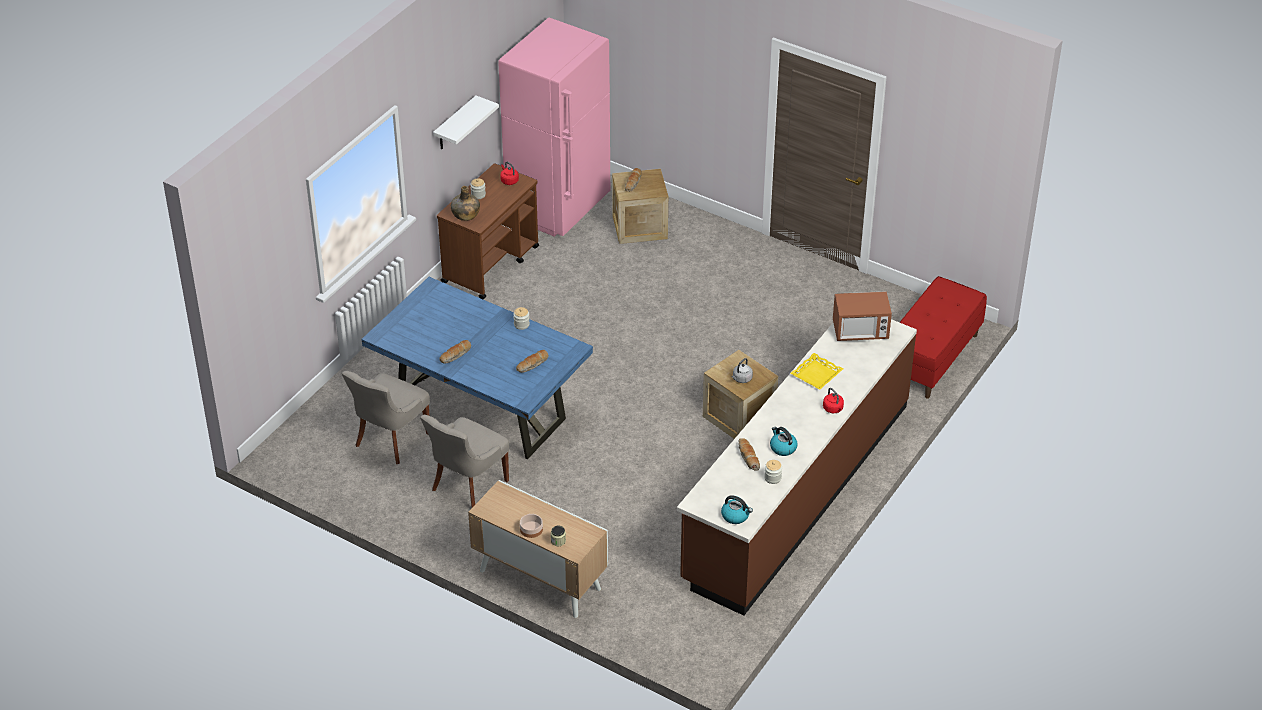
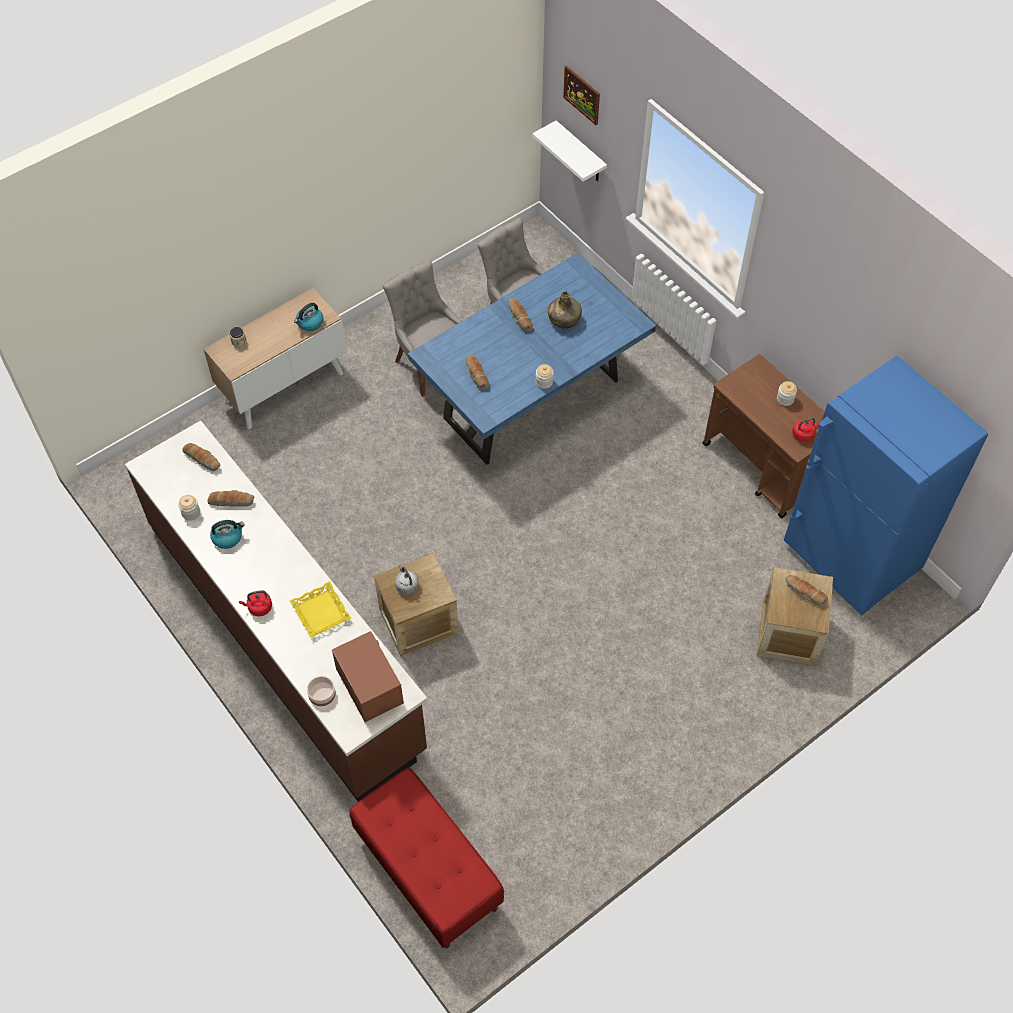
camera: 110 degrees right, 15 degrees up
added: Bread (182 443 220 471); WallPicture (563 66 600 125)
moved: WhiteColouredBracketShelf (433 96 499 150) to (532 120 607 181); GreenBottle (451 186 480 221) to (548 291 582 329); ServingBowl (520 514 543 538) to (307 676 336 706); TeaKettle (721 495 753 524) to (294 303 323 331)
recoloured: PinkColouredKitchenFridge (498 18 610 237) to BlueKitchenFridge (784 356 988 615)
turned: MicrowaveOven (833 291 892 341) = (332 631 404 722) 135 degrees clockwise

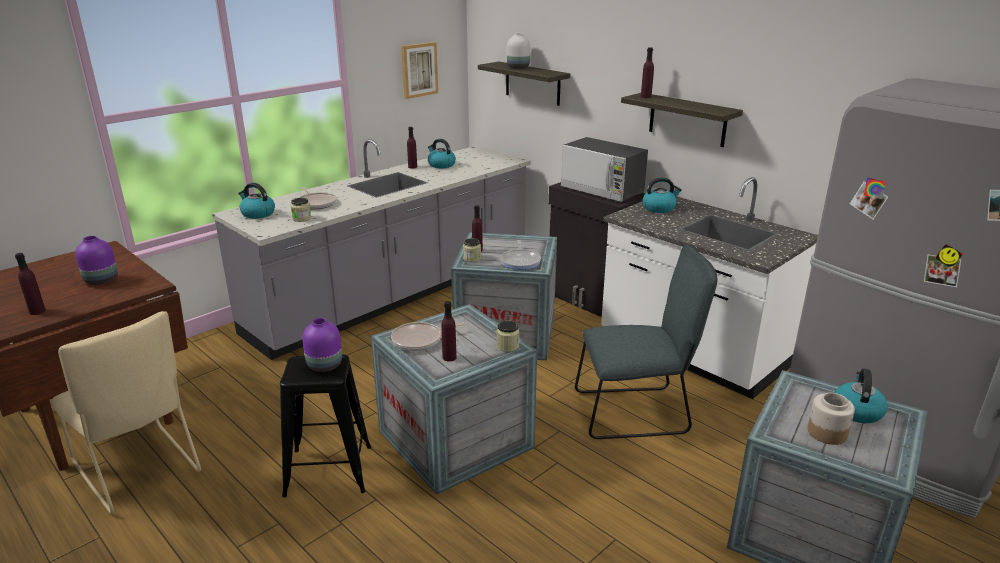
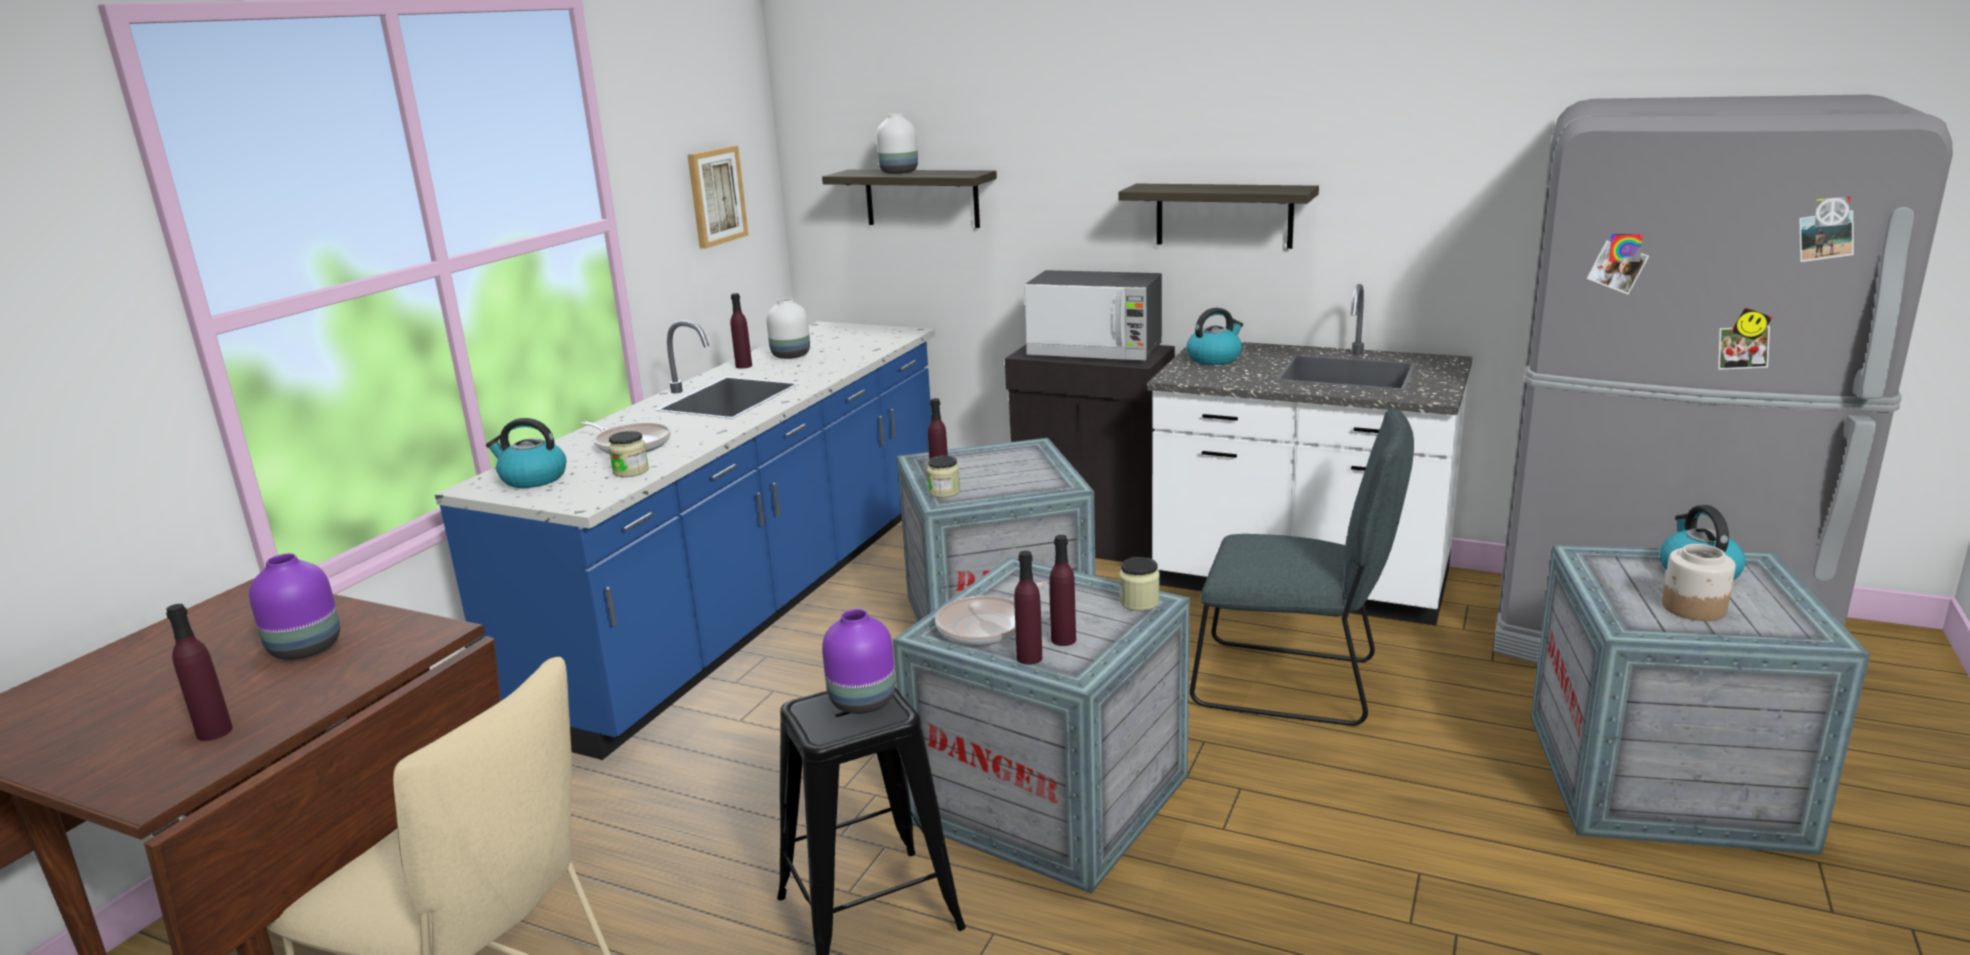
camera: 20 degrees left, 5 degrees down
removed: Pan (500 240 541 270)
moved: PurplishBottle (641 47 654 98) to (1014 551 1042 665)
replaced: TeaKettle (428 139 456 168) to WhiteColouredVase (767 298 810 359)
recoloured: GreyishCounter (212 139 531 360) to BlueCounter (435 320 935 760)
turned: GreyishUprightChair (575 245 718 439) = (1190 409 1414 726) 45 degrees clockwise

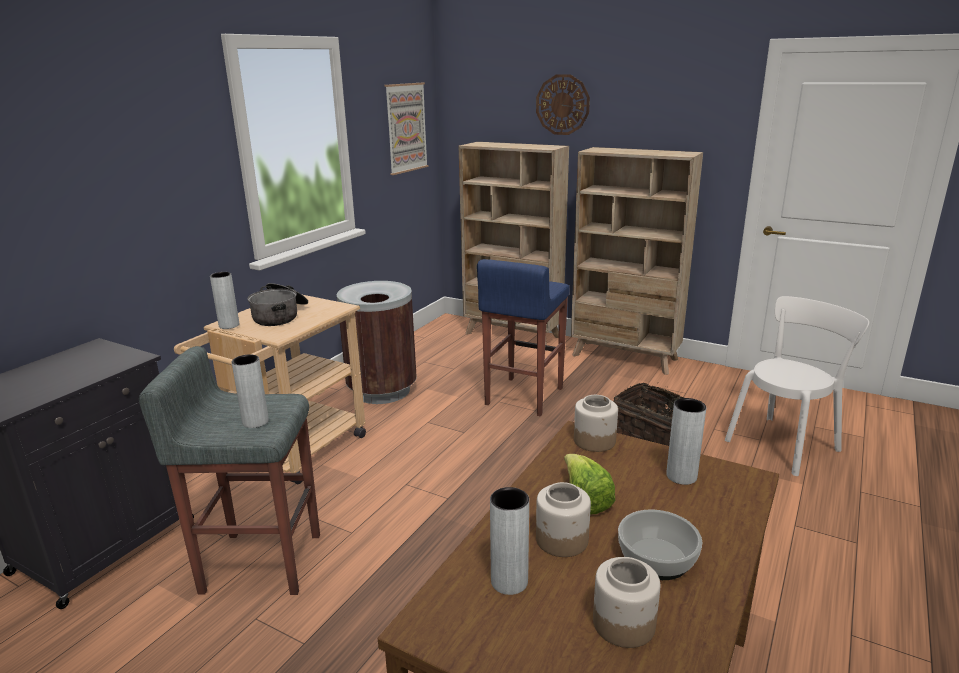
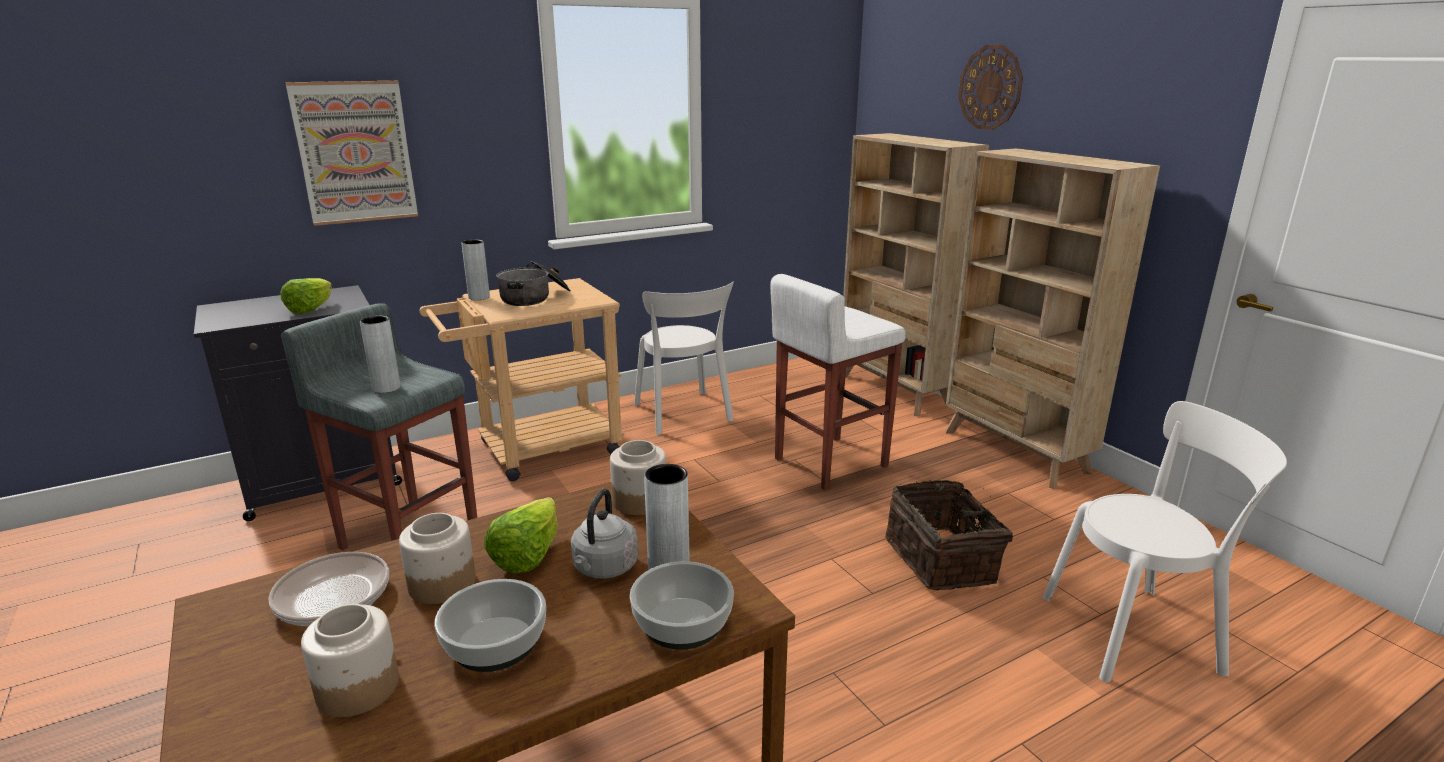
camera: 30 degrees right, 0 degrees up
added: LettuceHead (281 278 332 314); GreyishTeaKettle (571 488 639 579); ServingBowl (630 561 734 650)
moved: WallPicture (385 83 428 175) to (286 81 418 226)
replaced: BrownTrashCan (336 281 417 404) to WhiteColouredUprightChair (634 282 734 435); GreyishVase (490 487 529 595) to Pan (268 552 389 626)
recoloured: BlueStool (477 259 570 416) to WhiteColouredStool (770 274 906 490)

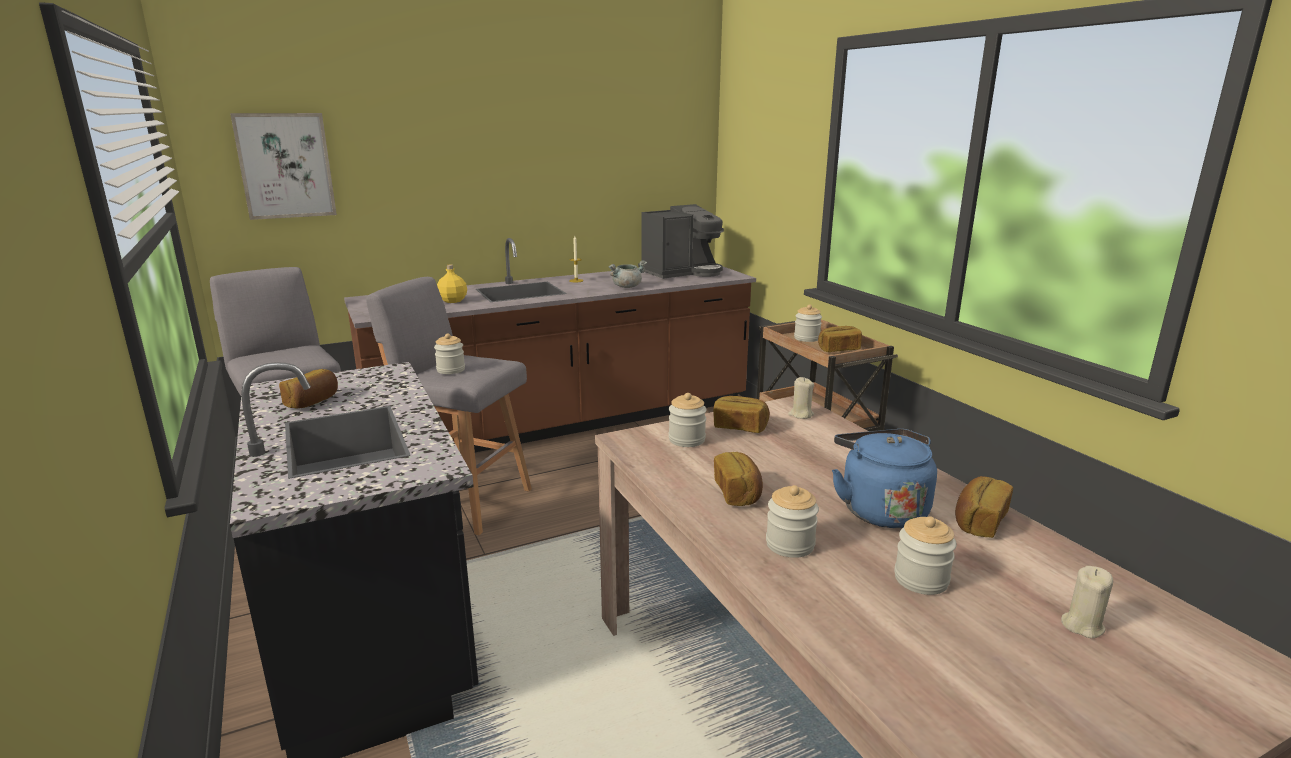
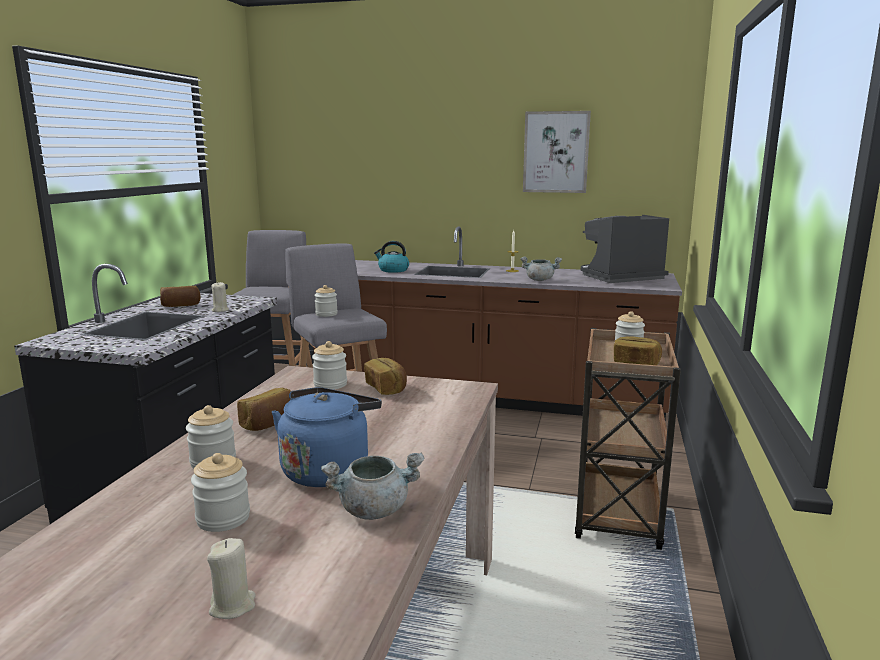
camera: 40 degrees right, 5 degrees down
moved: WallPicture (230 113 337 220) to (523 111 591 193); BeigeColouredCandle (788 377 814 419) to (212 282 229 312)
replaced: YellowColouredBottle (437 264 467 303) to TeaKettle (374 241 409 273); Bread (955 476 1013 538) to GreyishSaucepot (321 453 425 520)
turned: CoffeeBrewer (638 204 724 279) = (581 215 669 283) 150 degrees clockwise

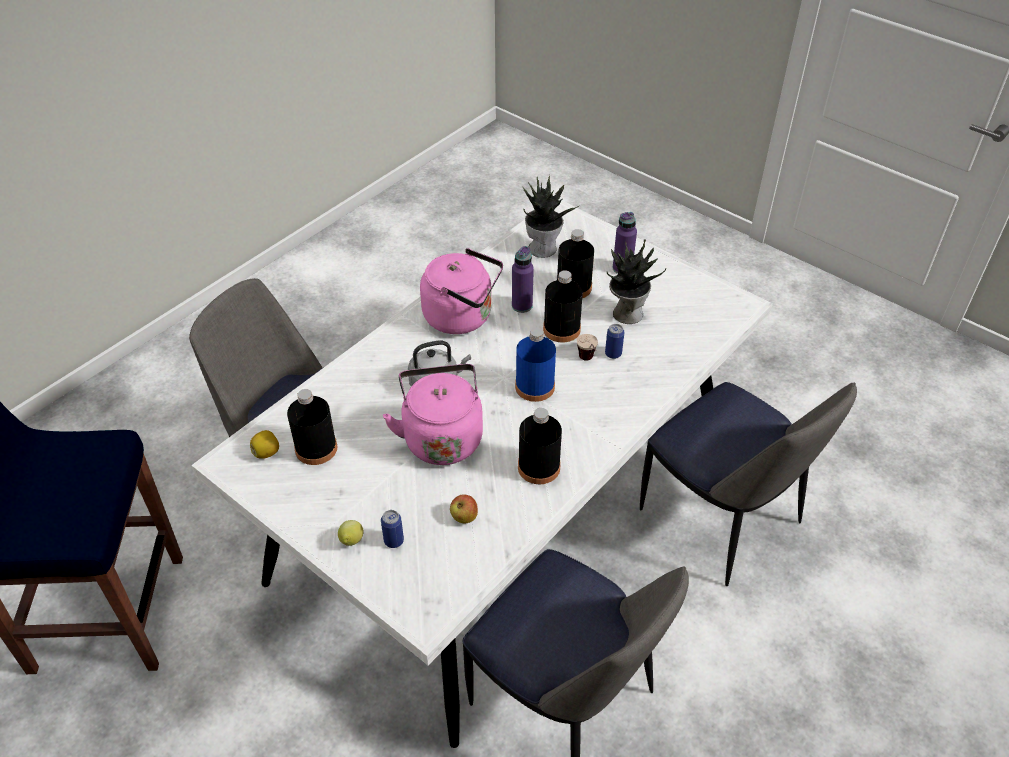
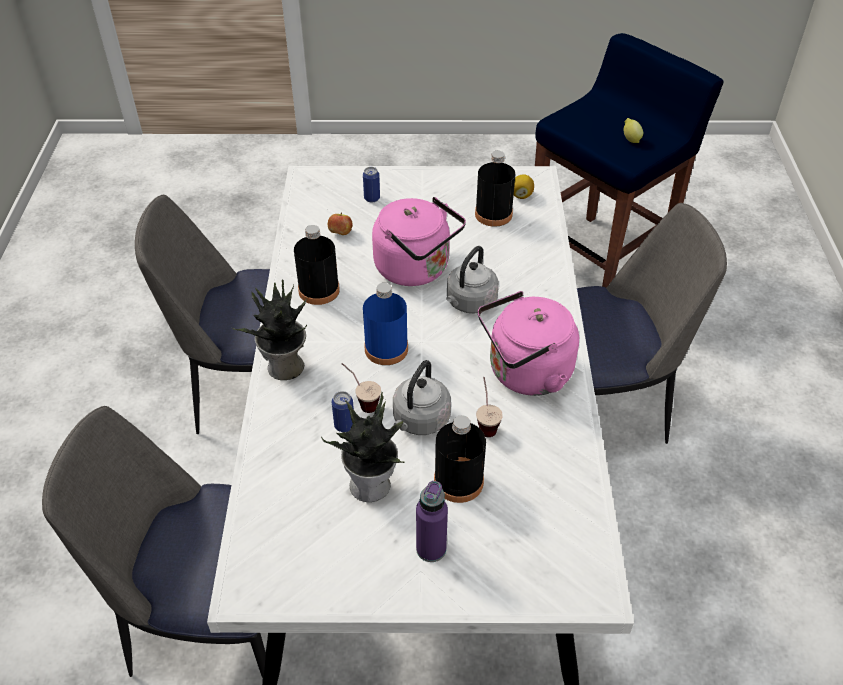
camera: 140 degrees right, 0 degrees up
moved: WholeLemon (338 520 363 546) to (624 118 643 143); Houseplant (522 175 579 258) to (232 280 307 380)
replaced: PurplishBottle (512 246 534 313) to Cup (476 377 503 437); BlackBottle (543 270 583 342) to GreyishTeaKettle (393 360 451 435)

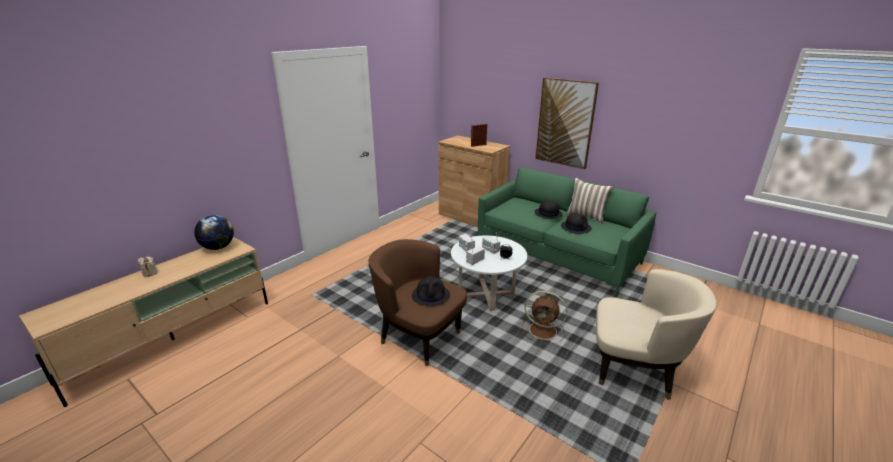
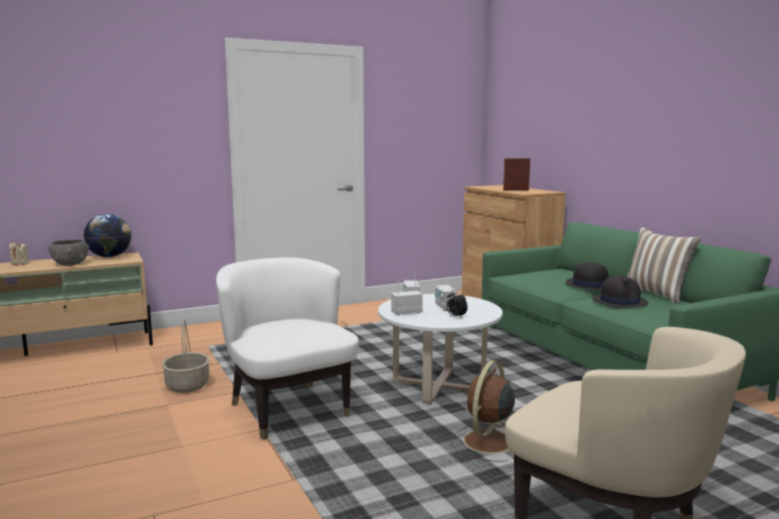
camera: 25 degrees right, 15 degrees down
removed: BlackClothingHat (412 276 450 306); WallPicture (535 77 599 169)
added: GreyishServingBowl (48 240 89 266); Basket (162 319 210 393)
recoloured: BrownEasyChair (368 239 467 366) to WhiteColouredEasyChair (216 257 359 440)
turned: BrownElectricFan (523 291 567 344) = (451 360 515 462) 75 degrees clockwise

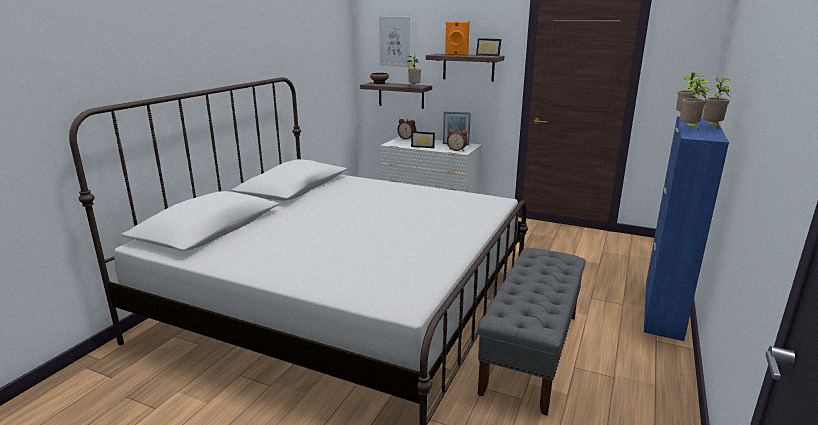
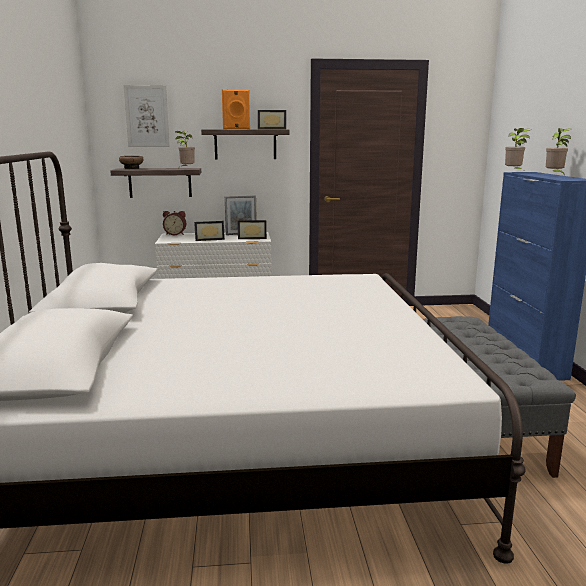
camera: 30 degrees left, 5 degrees down
removed: Houseplant (680 78 709 131)
replaced: AlarmClock (447 129 468 151) to StandingFrame (238 220 267 239)

